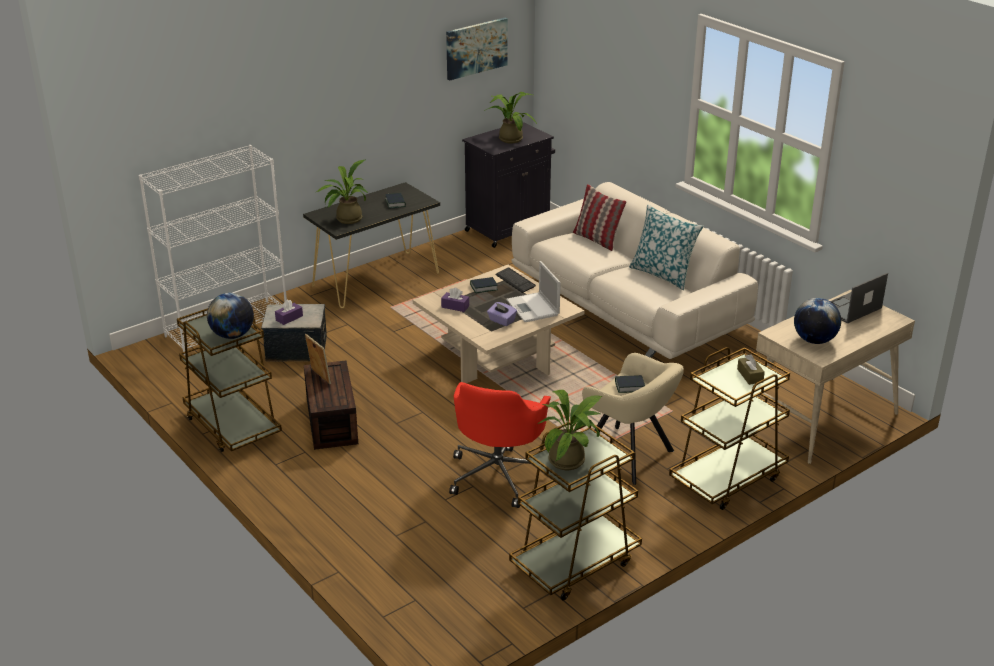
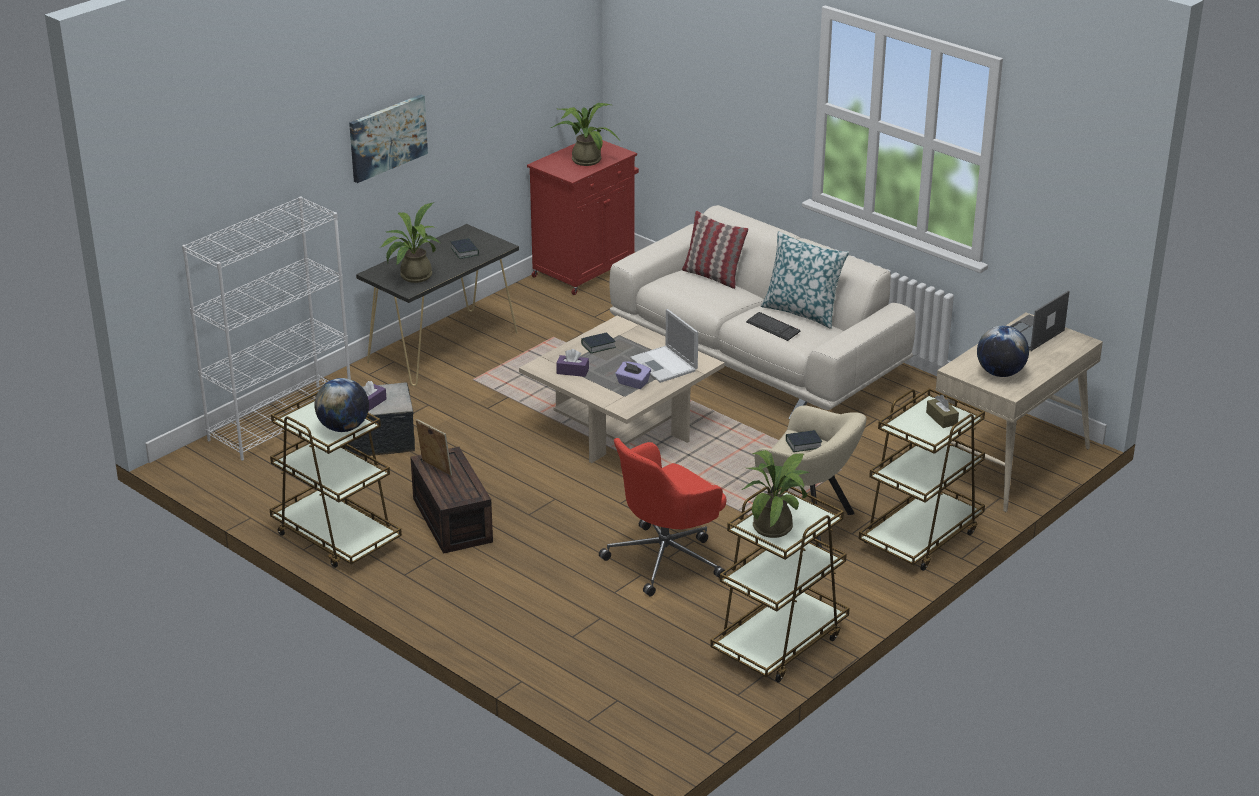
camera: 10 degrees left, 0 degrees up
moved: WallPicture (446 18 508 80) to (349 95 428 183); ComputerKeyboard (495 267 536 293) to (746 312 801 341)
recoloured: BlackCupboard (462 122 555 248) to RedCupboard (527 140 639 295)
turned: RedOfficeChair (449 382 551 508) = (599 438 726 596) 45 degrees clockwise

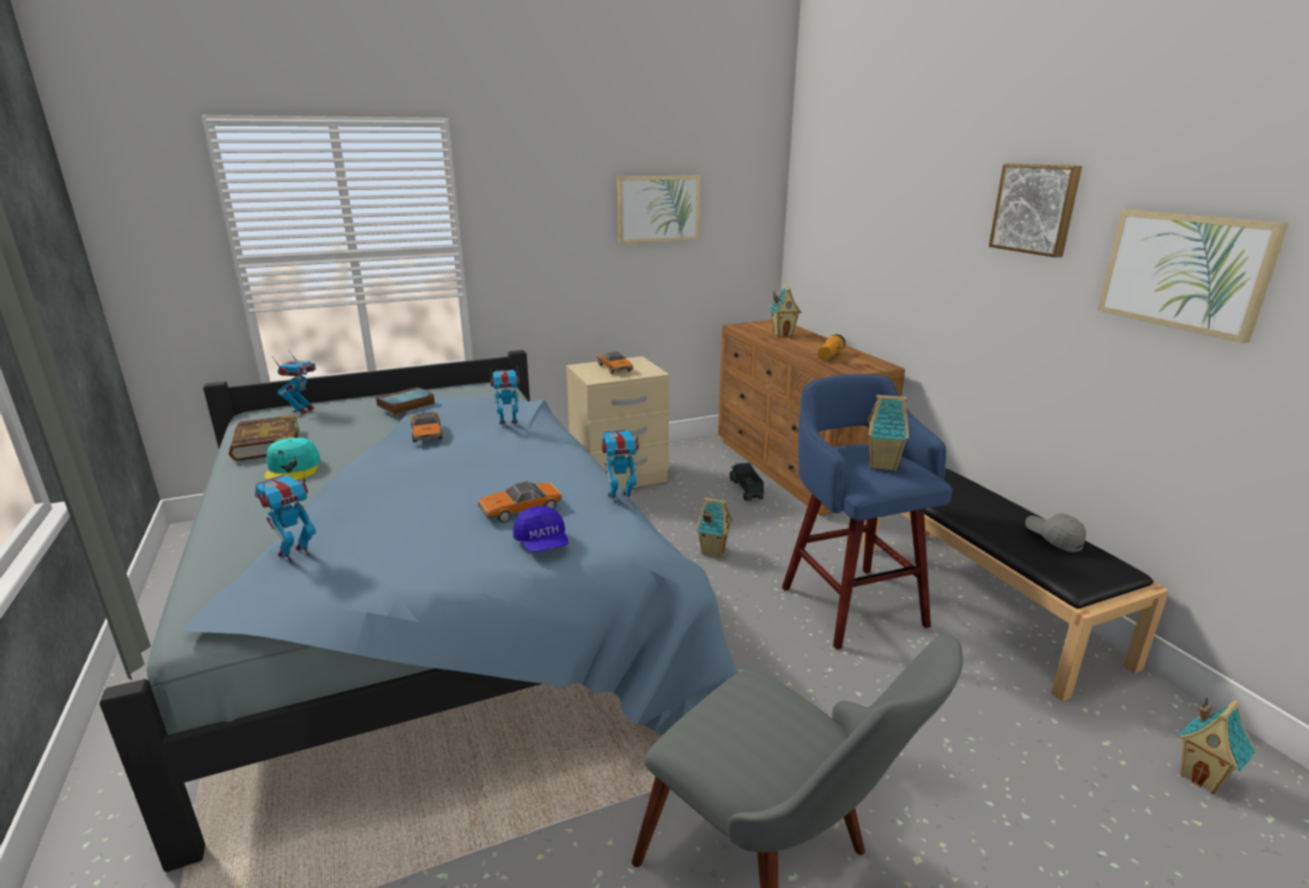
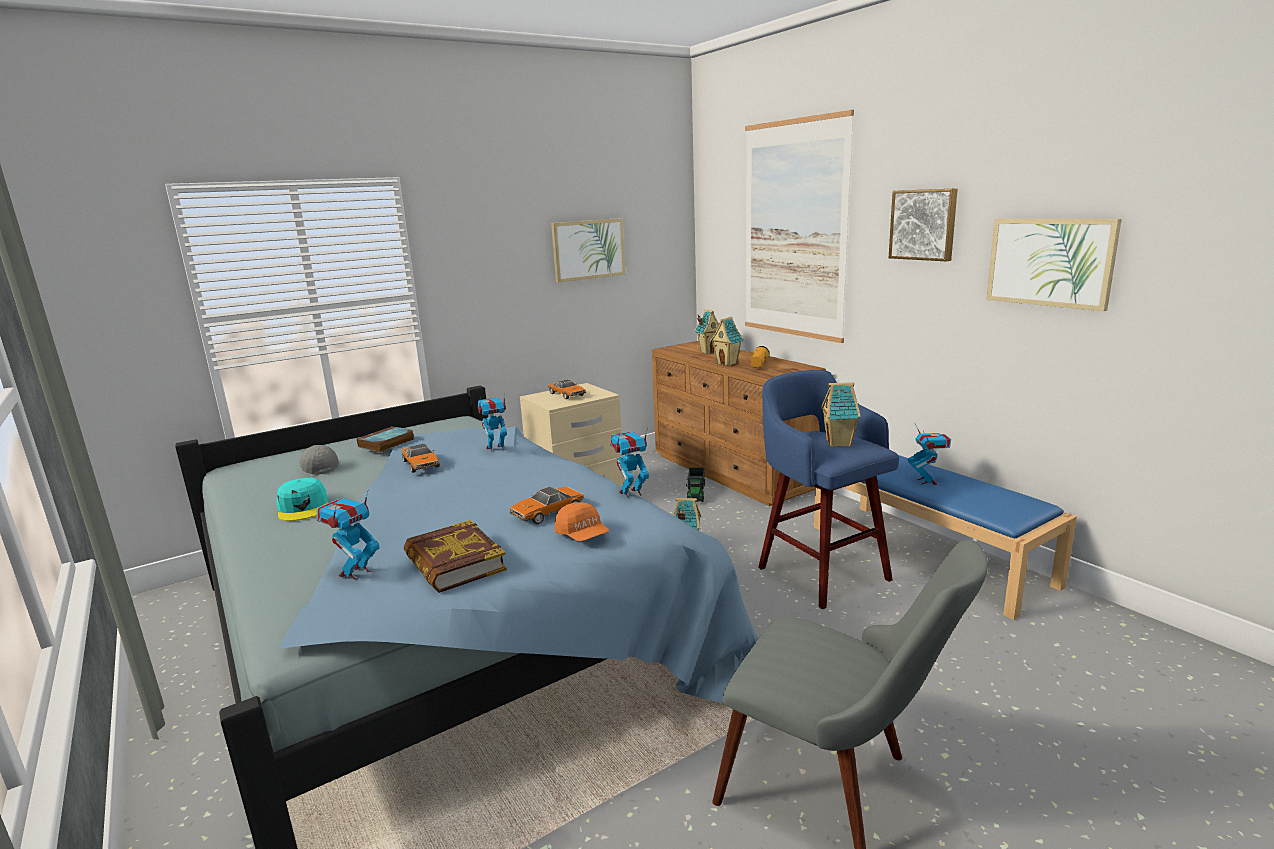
camera: 10 degrees left, 5 degrees down
added: WallPicture (745 110 854 343)
moved: BoundBook (229 414 299 461) to (404 520 507 593); RobotFigure (272 349 316 414) to (908 424 951 485); GreyishBaseballCap (1025 513 1086 552) to (298 445 339 475); MiniatureHouse (1178 697 1255 794) to (710 317 744 366)
recoloured: BlueBaseballCap (513 506 569 552) to OrangeyBaseballCap (555 502 609 541); BlackBench (862 468 1169 701) to BlueBench (814 455 1077 620)
turned: ModelTruck (730 463 764 501) = (686 467 705 502) 150 degrees counterclockwise

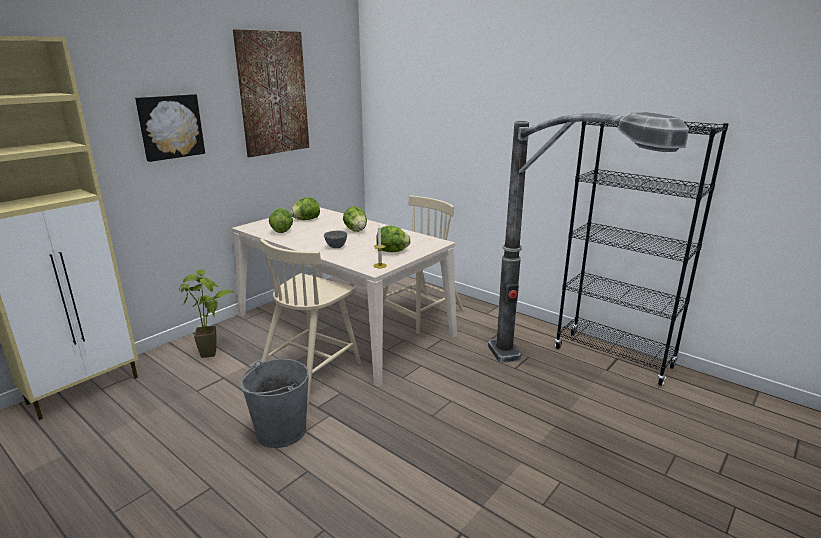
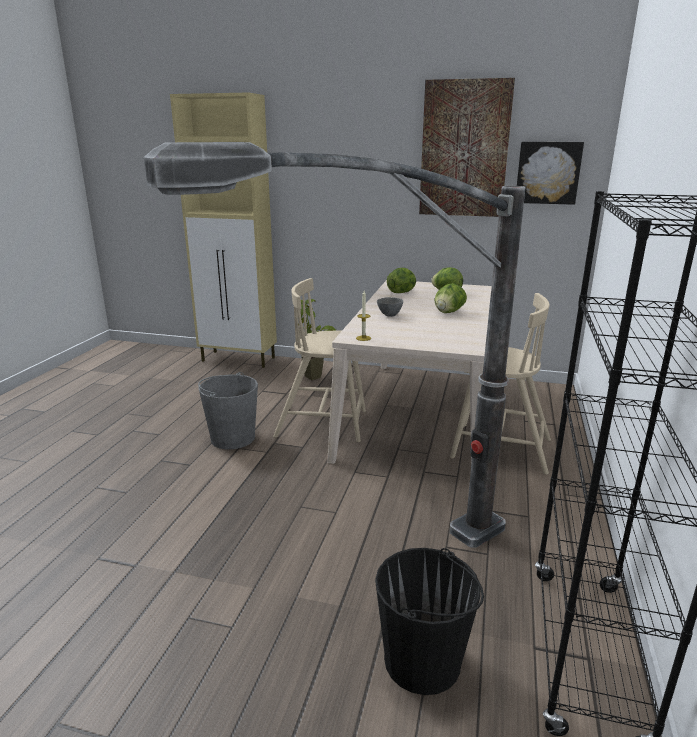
camera: 65 degrees right, 0 degrees up
removed: LettuceHead (376 226 411 252)
added: BlackPail (375 548 484 695)
moved: WallPicture (135 94 205 162) to (517 142 584 205)

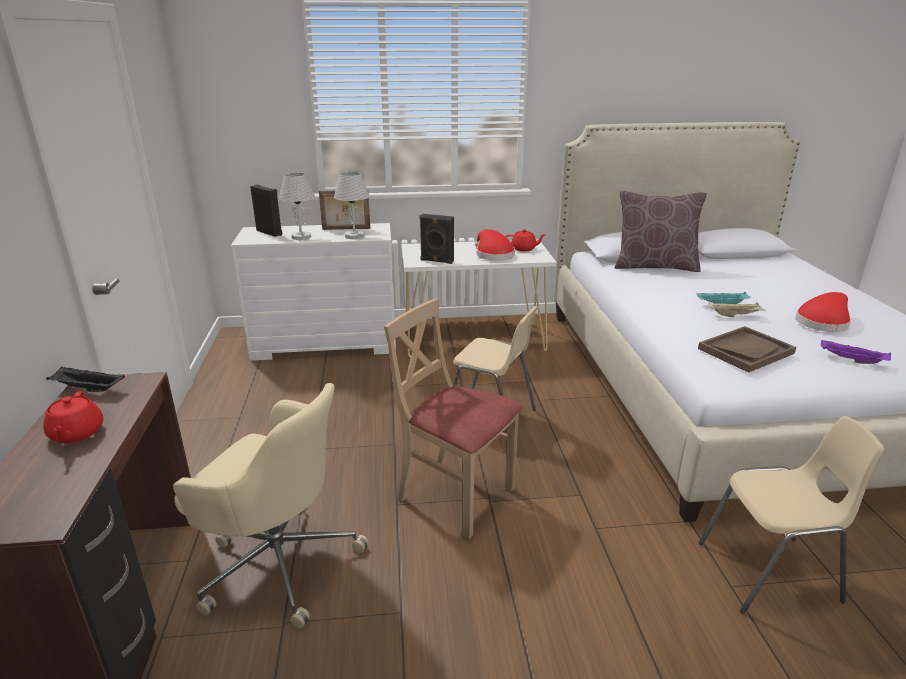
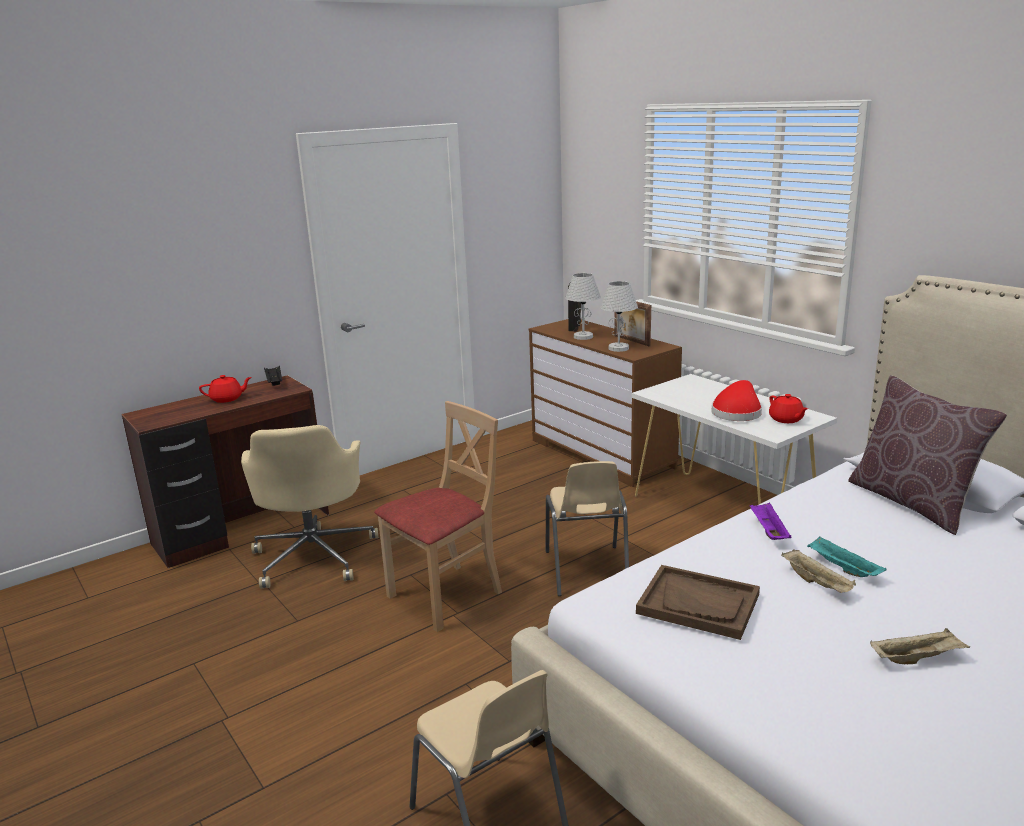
camera: 60 degrees right, 5 degrees down
removed: BlackSpeaker (420 214 454 264)
moved: PurplishServingTray (821 339 891 364) to (750 502 791 540)
replaced: RedClothingHat (795 292 851 332) to BeigeColouredServingTray (870 628 970 664)
recoloured: WhiteColouredChestOfDrawers (231 223 396 361) to BrownChestOfDrawers (529 319 682 487)
turned: RedTeapot (43 391 103 443) = (199 375 252 403) 150 degrees counterclockwise; BeigeColouredUprightChair (384 298 522 539) = (374 401 502 632) 45 degrees clockwise

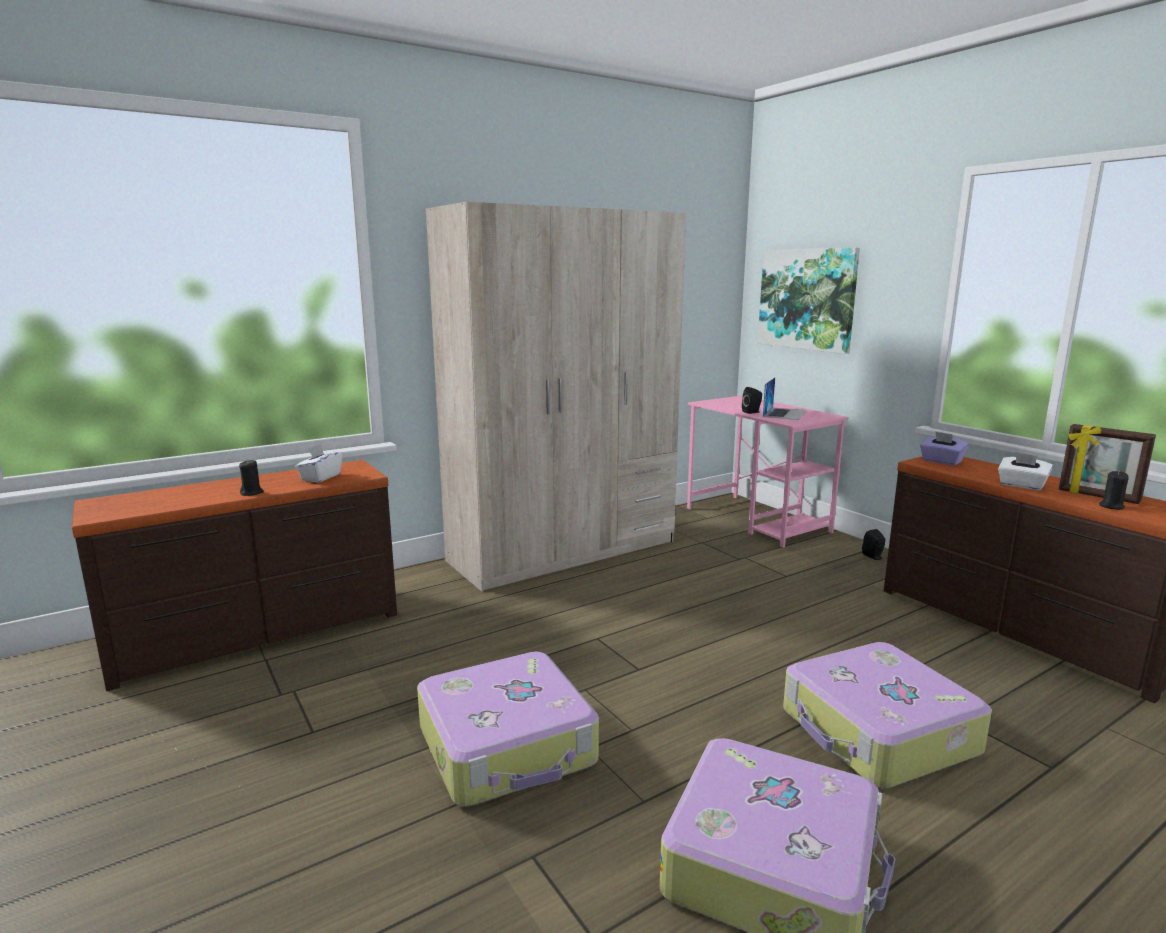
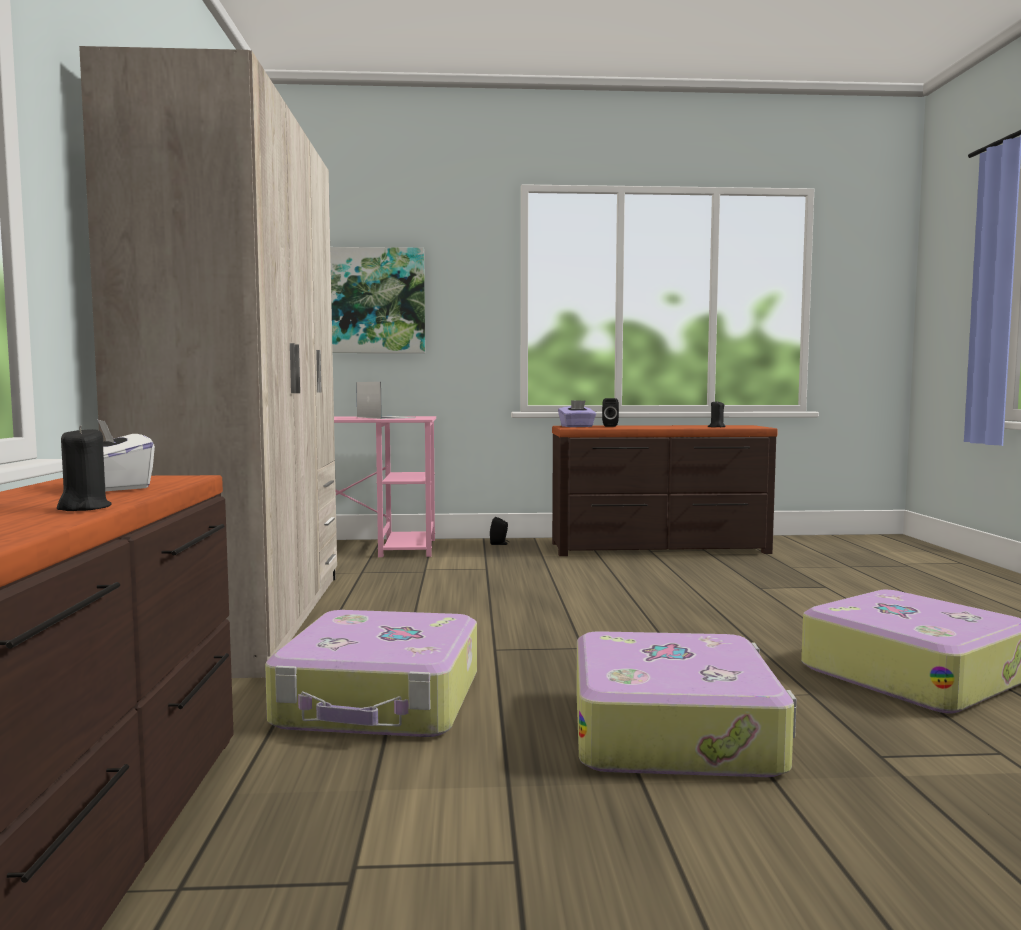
camera: 60 degrees left, 10 degrees down
removed: WhiteColouredTissueBox (998 452 1053 490); StandingFrame (1059 424 1156 504)
moved: BlackSpeaker (742 387 762 414) to (602 398 619 427); Suitcase (783 642 992 788) to (265 610 477 737)

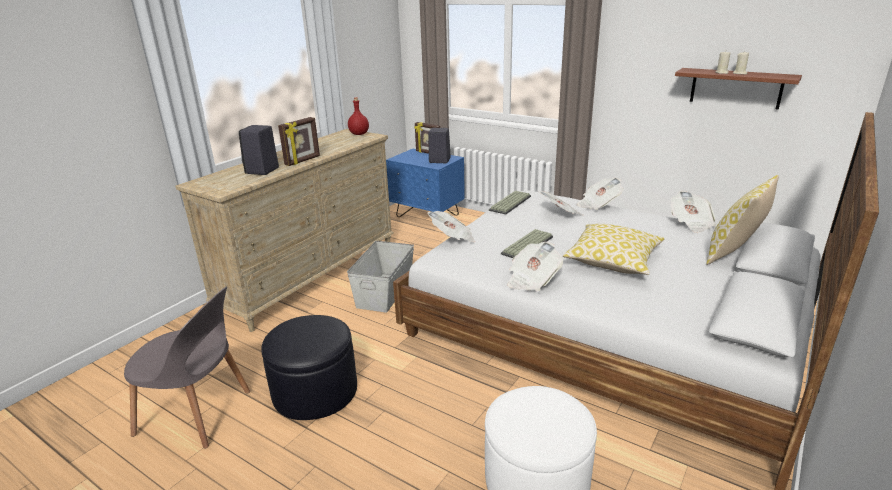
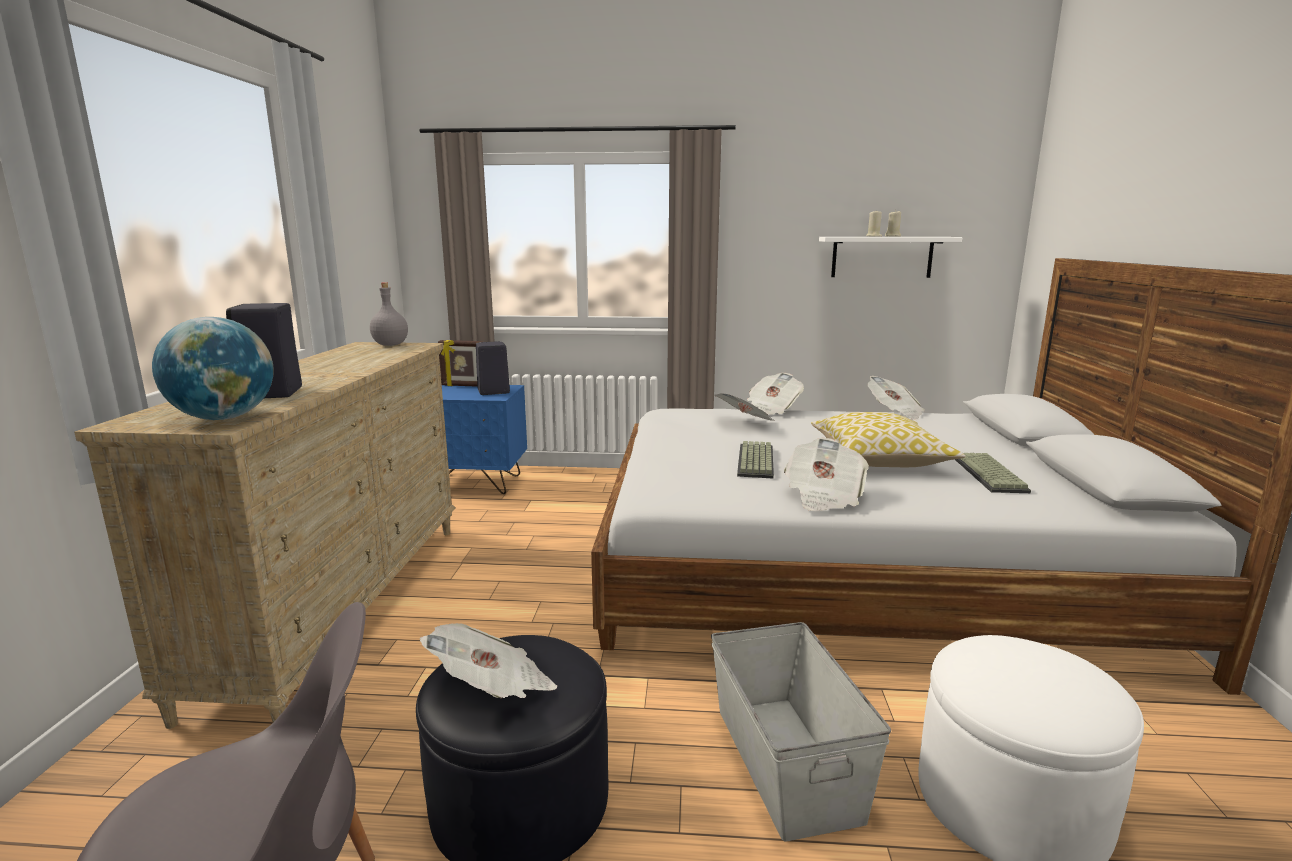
camera: 30 degrees left, 10 degrees down
removed: StandingFrame (278 117 320 166); ThrowPillow (706 175 779 265)
added: DeskGlobe (152 317 274 420)
moved: GreyishStorageBox (347 241 414 313) to (711 622 891 842); Newspaper (428 211 475 242) to (420 623 557 699); ComputerKeyboard (489 191 531 214) to (954 453 1031 493)
recoloured: RedBottle (348 97 369 135) to GreyishBottle (370 282 408 346); BrownBracketShelf (675 68 802 110) to WhiteColouredBracketShelf (819 237 962 278)

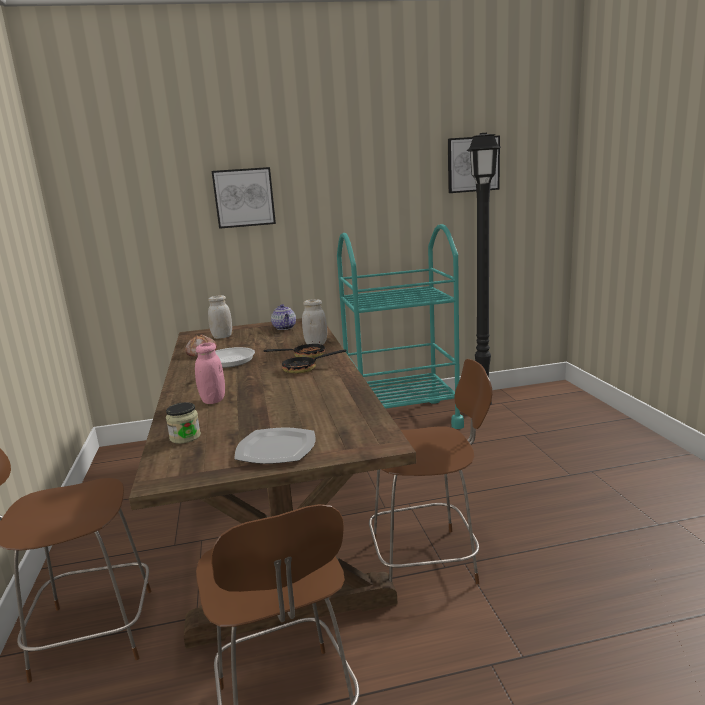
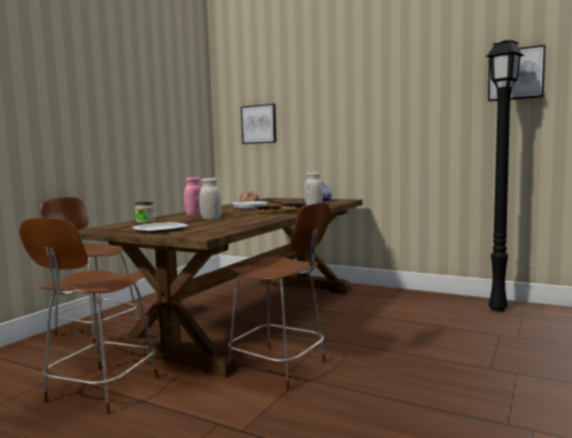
camera: 40 degrees right, 10 degrees down
removed: TurquoiseColouredTrolley (337 224 464 429)
moved: WhiteColouredPreserveJar (208 295 232 339) to (199 178 221 219); WallPicture (212 167 276 229) to (241 104 277 144)

